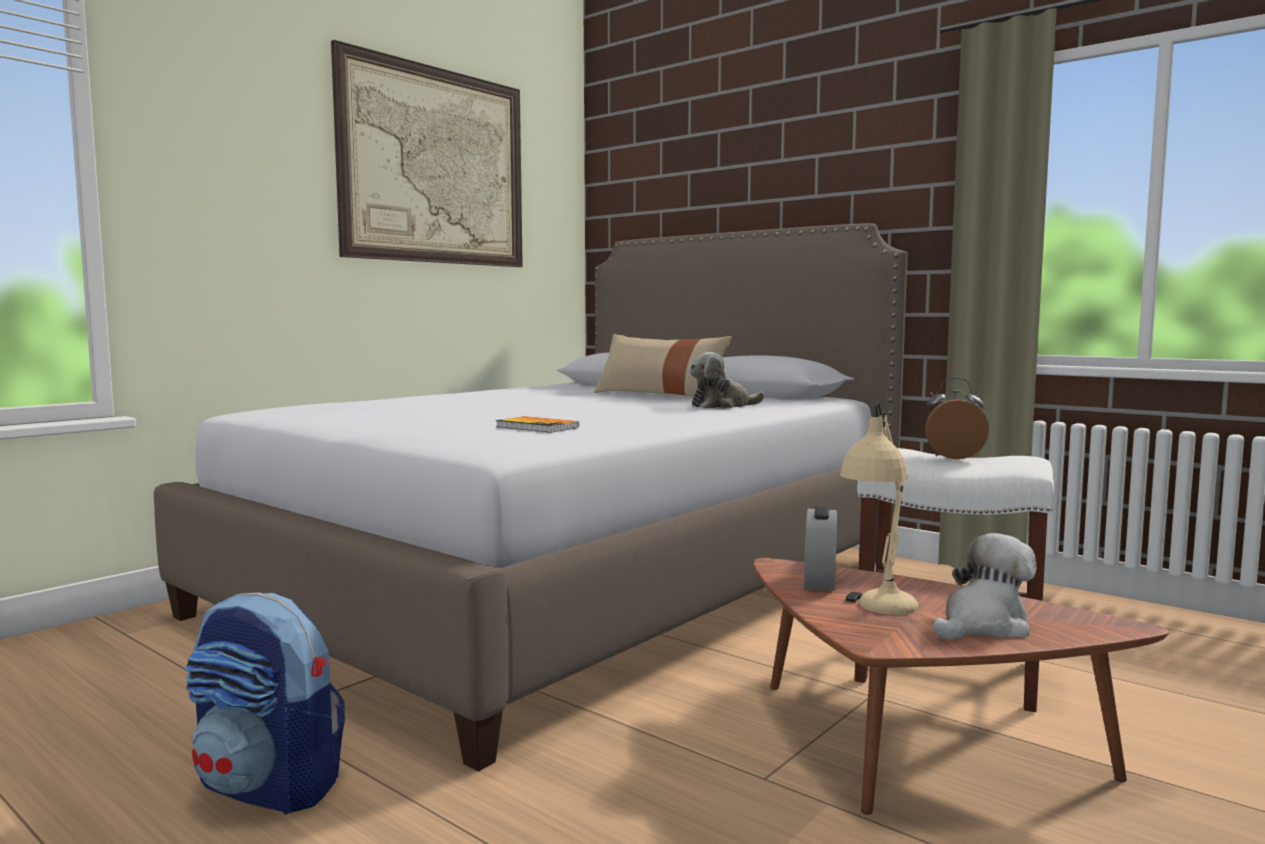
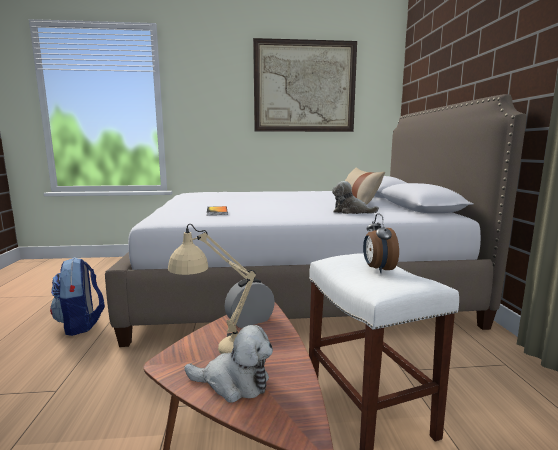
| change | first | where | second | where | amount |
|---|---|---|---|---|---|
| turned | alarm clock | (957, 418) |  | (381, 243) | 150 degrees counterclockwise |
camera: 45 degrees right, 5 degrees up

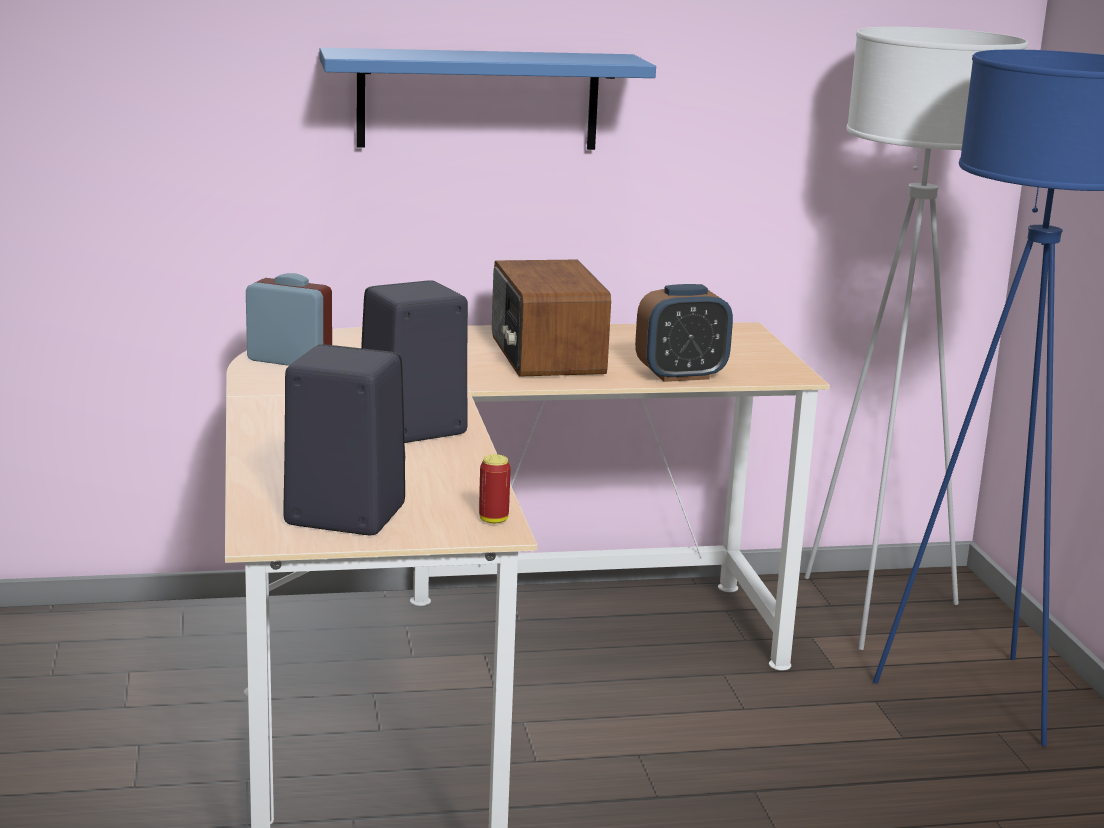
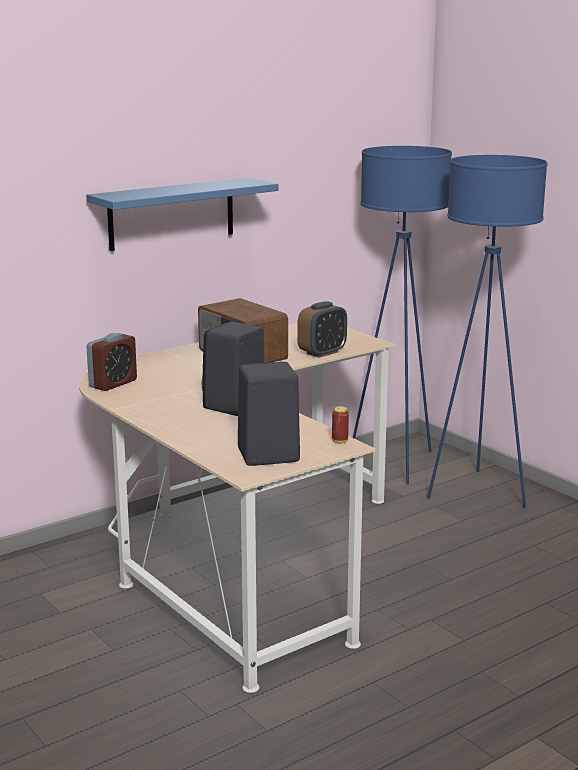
| change | first | where | second | where | amount |
|---|---|---|---|---|---|
| recoloured | white floor lamp | (916, 338) | blue floor lamp | (402, 315) |  |
| turned | alarm clock | (289, 319) |  | (111, 362) | 135 degrees clockwise |
camera: 25 degrees left, 0 degrees up

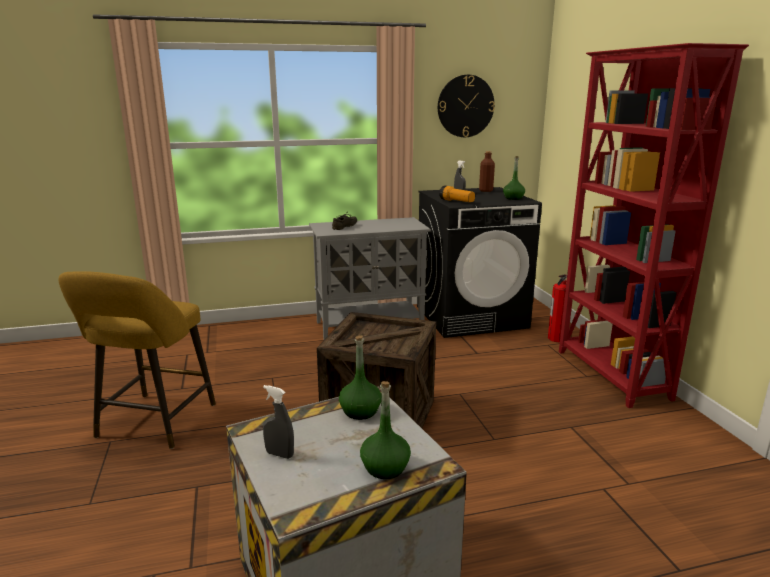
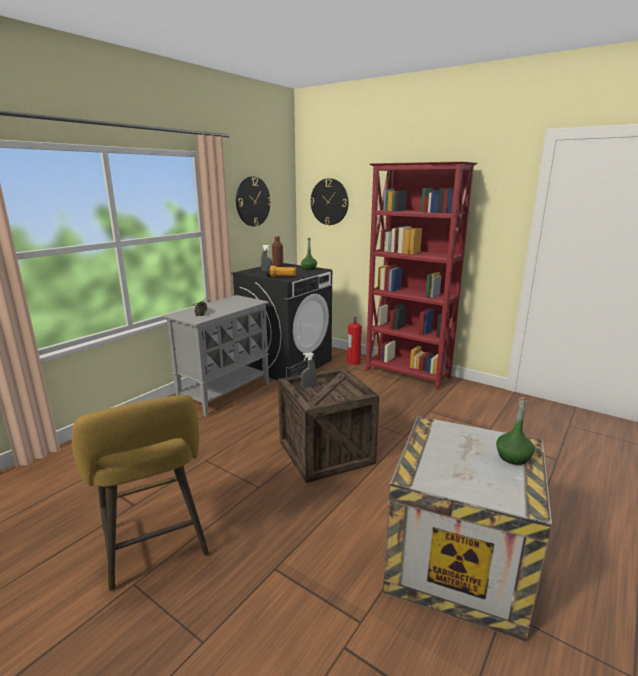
| change | first | where | second | where | amount |
|---|---|---|---|---|---|
| removed | green bottle | (360, 377) |  |  |  |
| moved | grey spray bottle | (278, 422) |  | (309, 370) |  |
| added |  |  | wall clock | (329, 201) |  |
camera: 40 degrees left, 0 degrees up

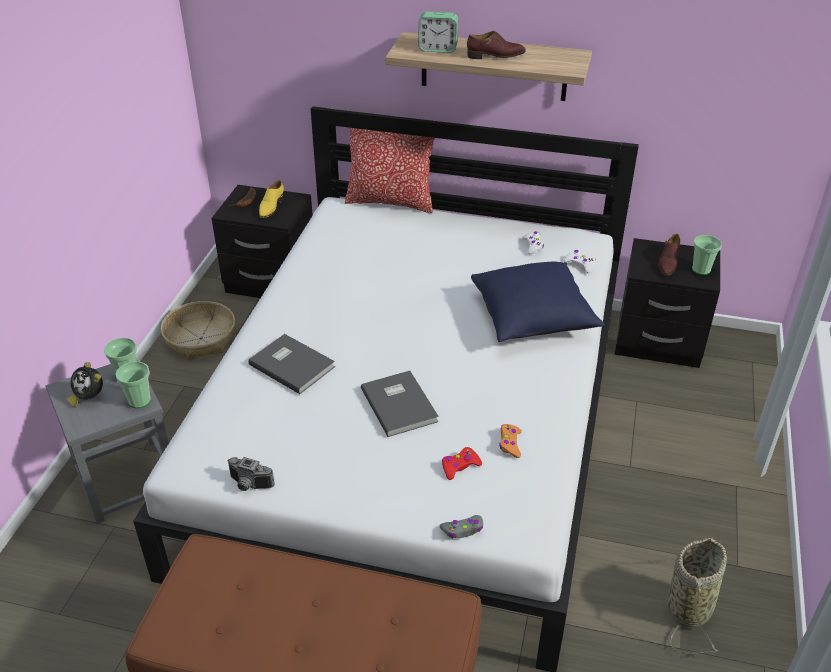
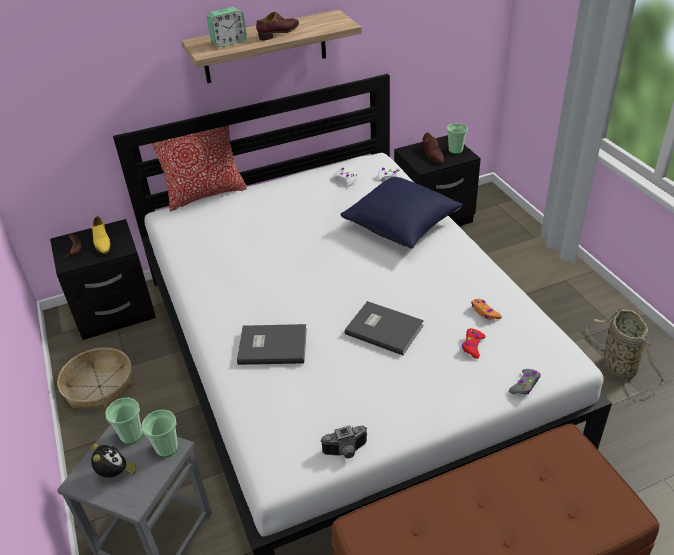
| change | first | where | second | where | amount |
|---|---|---|---|---|---|
| turned | alarm clock | (85, 384) |  | (114, 461) | 120 degrees counterclockwise |
camera: 35 degrees left, 0 degrees up

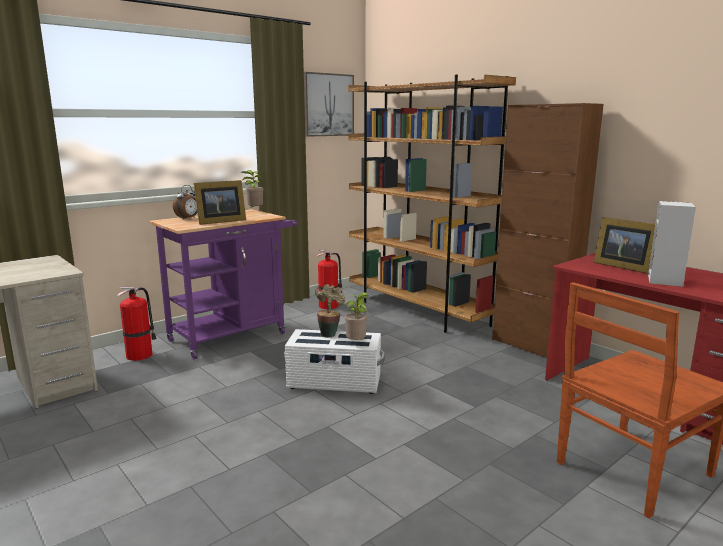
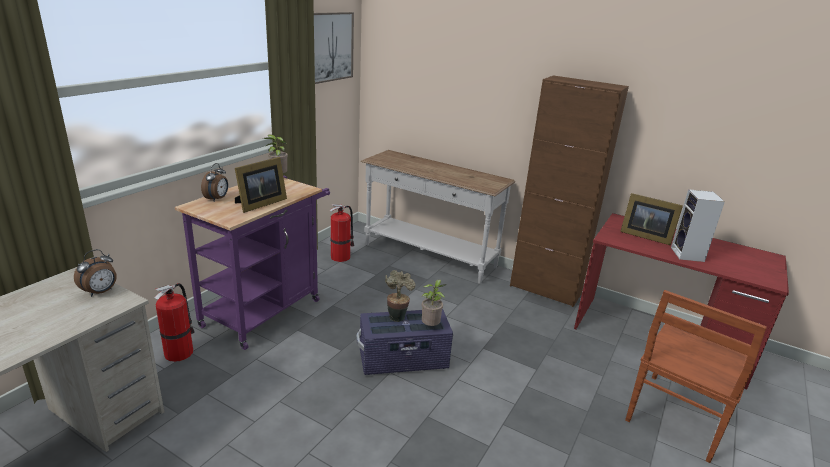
| change | first | where | second | where | amount |
|---|---|---|---|---|---|
| replaced | brown bookcase | (432, 204) | white console table | (438, 217) |  |
| recoloured | white storage box | (334, 361) | purple storage box | (404, 342) |  |
| added |  |  | alarm clock | (95, 273) |  |
camera: 20 degrees left, 10 degrees up

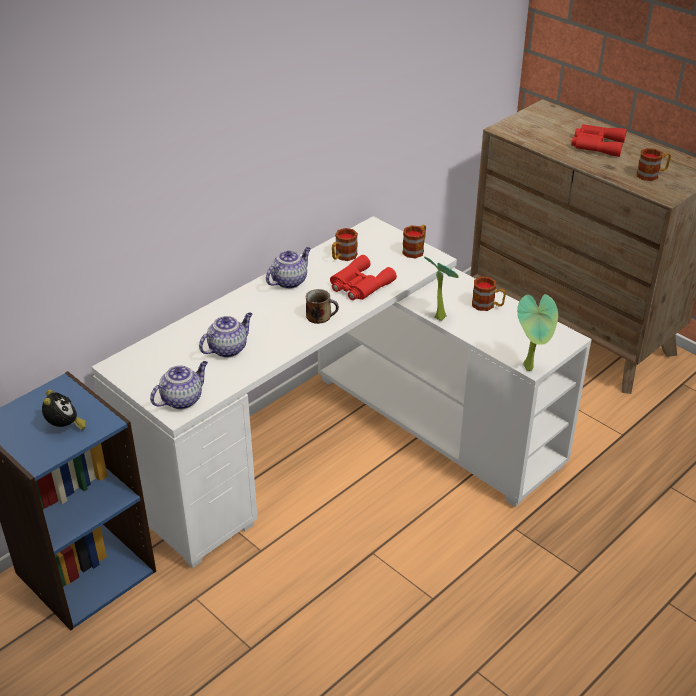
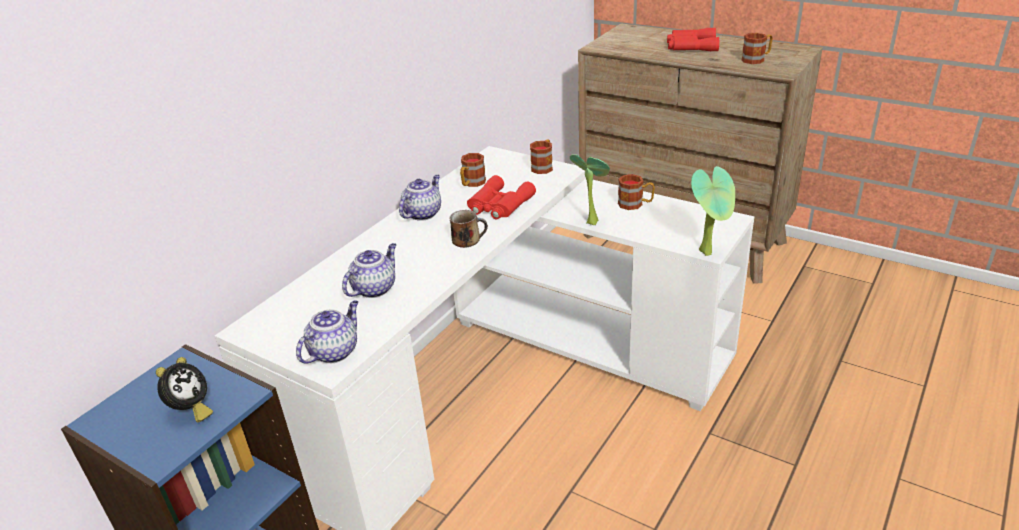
| change | first | where | second | where | amount |
|---|---|---|---|---|---|
| turned | alarm clock | (64, 409) |  | (184, 389) | 45 degrees clockwise |
camera: 10 degrees left, 5 degrees down

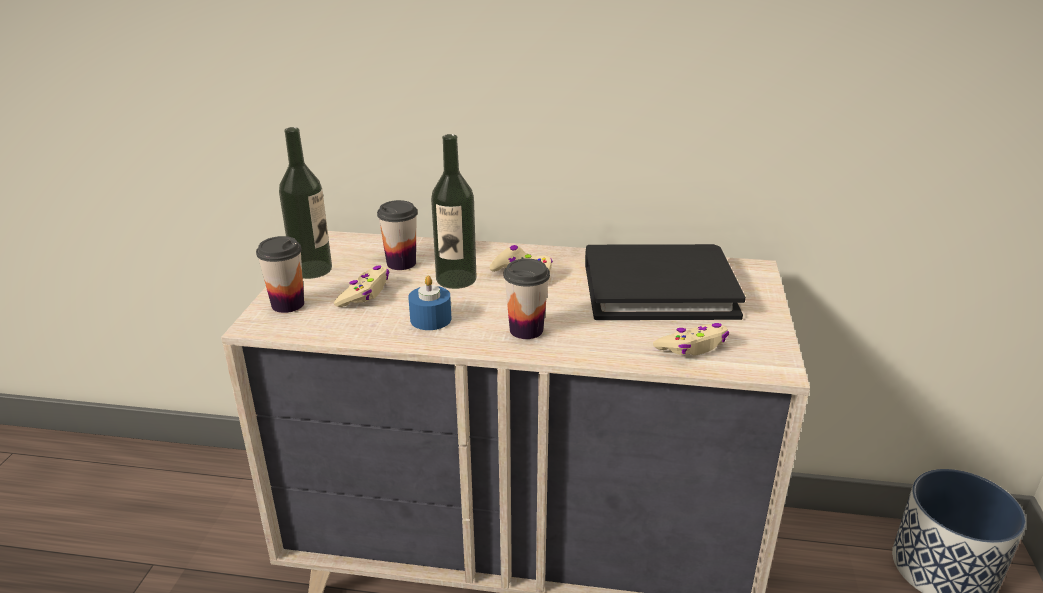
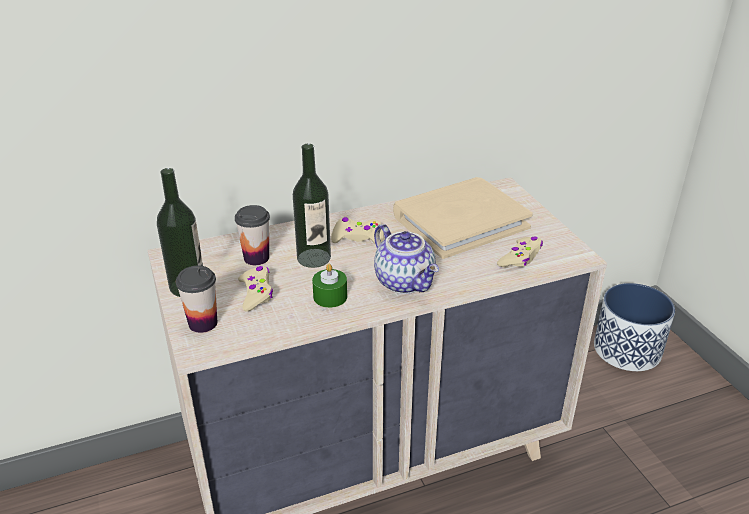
| change | first | where | second | where | amount |
|---|---|---|---|---|---|
| recoloured | black book | (665, 282) | beige book | (463, 218) |  |
| replaced | cup | (526, 299) | teapot | (406, 259) |  |
| recoloured | blue candle | (429, 303) | green candle | (329, 286) |  |
camera: 30 degrees left, 5 degrees up

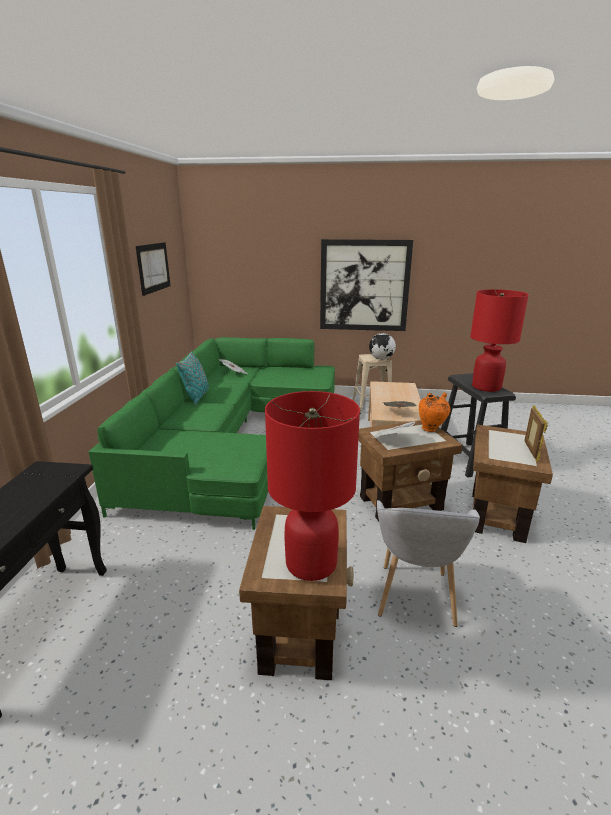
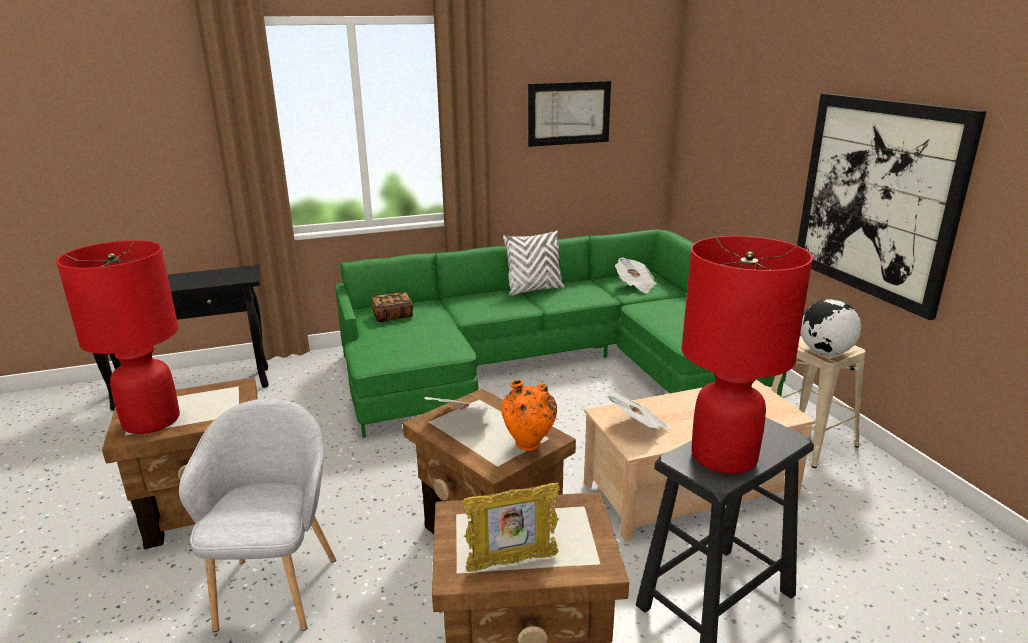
| change | first | where | second | where | amount |
|---|---|---|---|---|---|
| recoloured | turquoise pillow | (192, 378) | white pillow | (534, 263) |  |
| turned | grey armchair | (428, 563) |  | (257, 515) | 105 degrees clockwise |
| added |  |  | book | (392, 307) |  |
camera: 65 degrees right, 0 degrees up

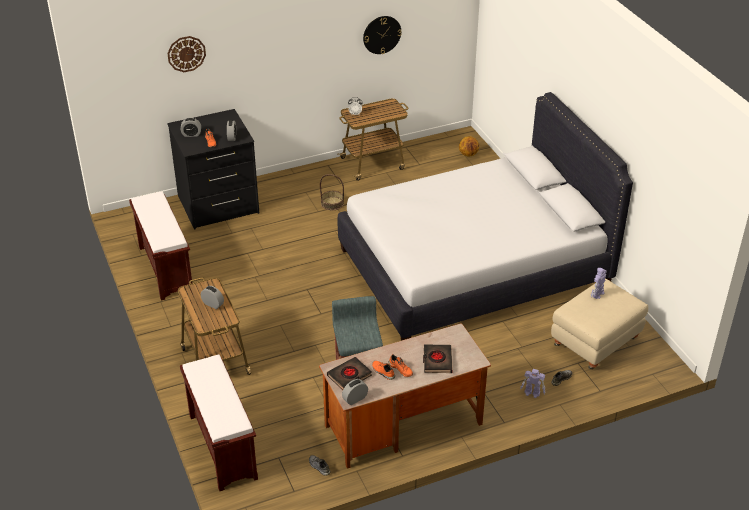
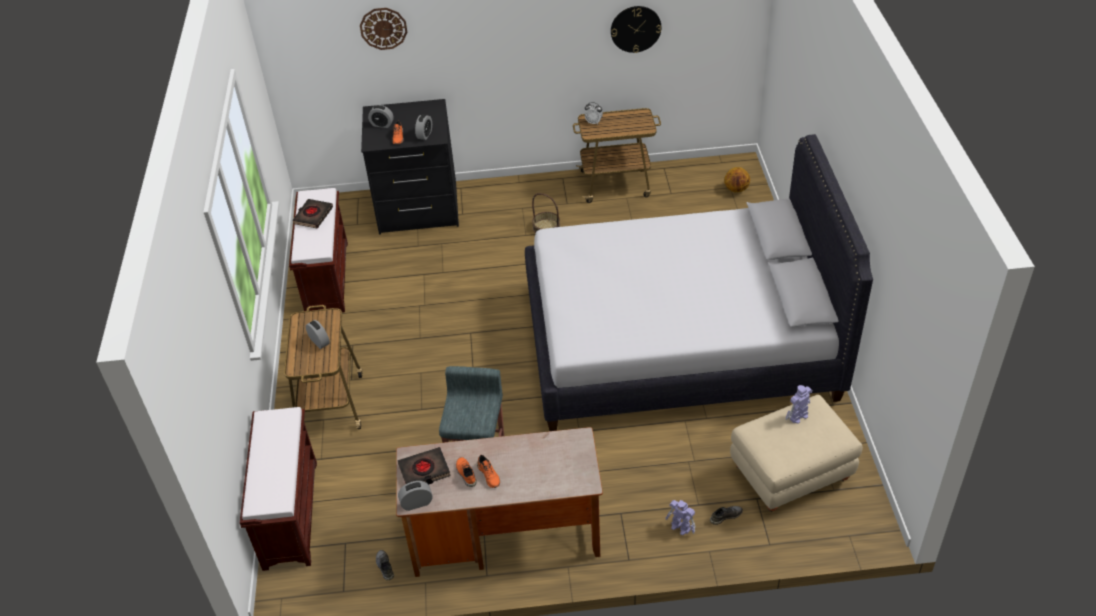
| change | first | where | second | where | amount |
|---|---|---|---|---|---|
| moved | black book | (438, 359) |  | (313, 213) |  |
camera: 20 degrees right, 5 degrees up

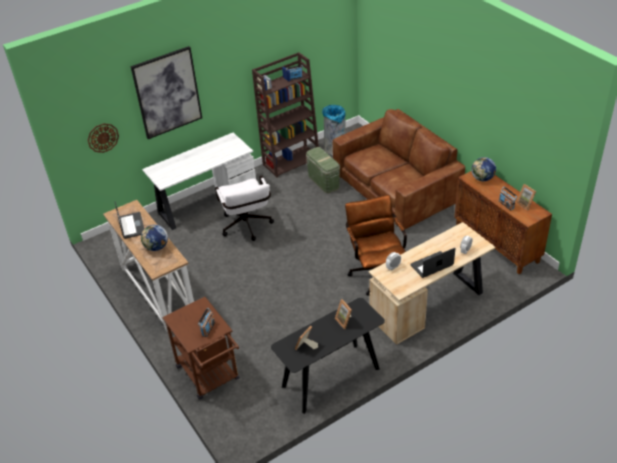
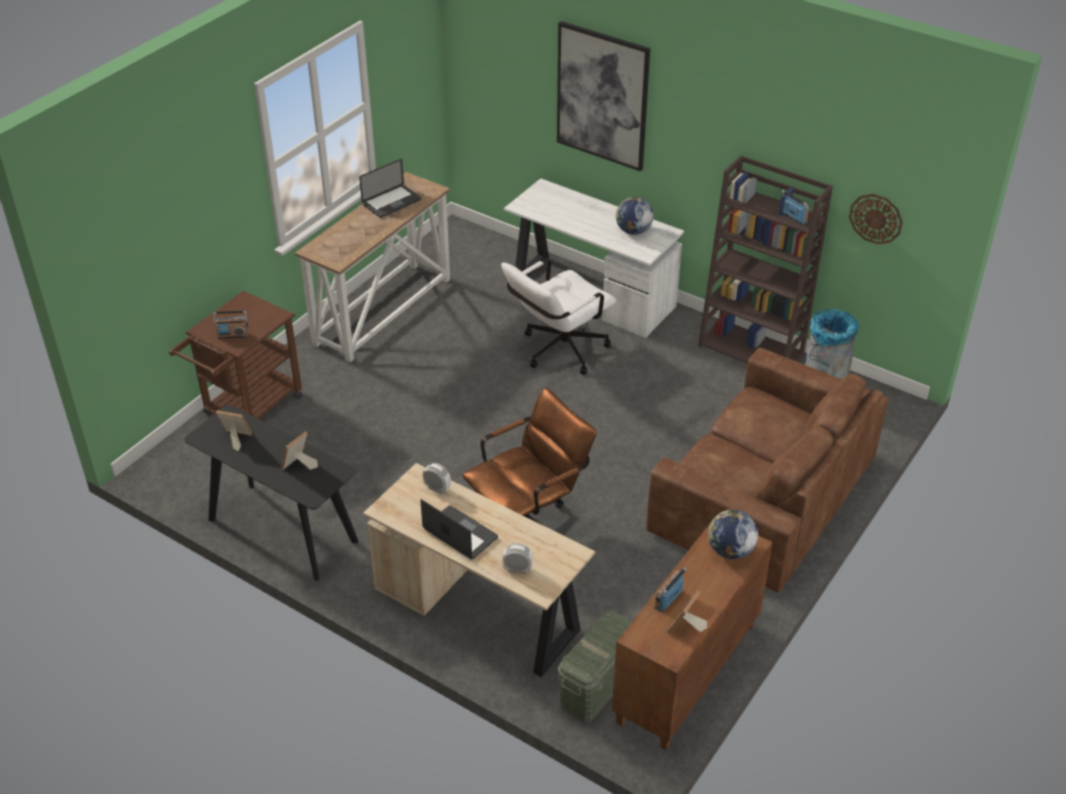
| change | first | where | second | where | amount |
|---|---|---|---|---|---|
| moved | wall clock | (103, 138) |  | (876, 219) |  |
| moved | green storage box | (323, 170) |  | (595, 666) |  |
| moved | globe | (154, 238) |  | (635, 216) |  |
camera: 65 degrees right, 0 degrees up

